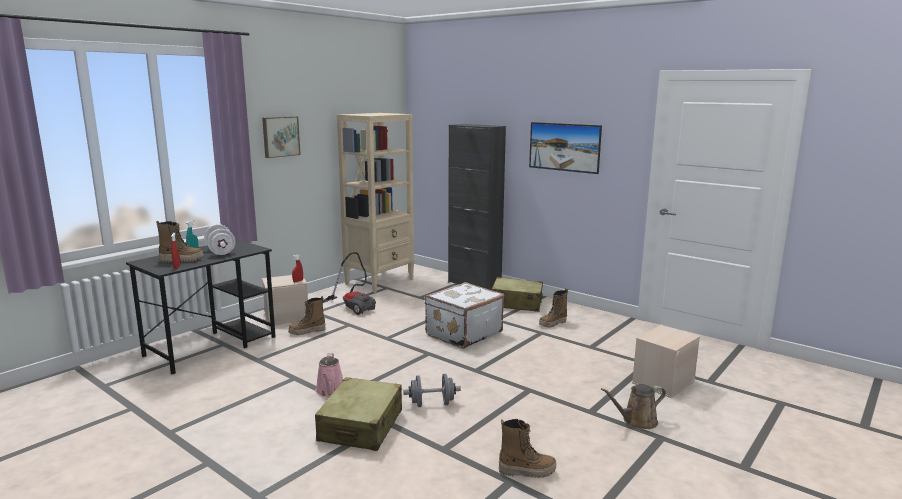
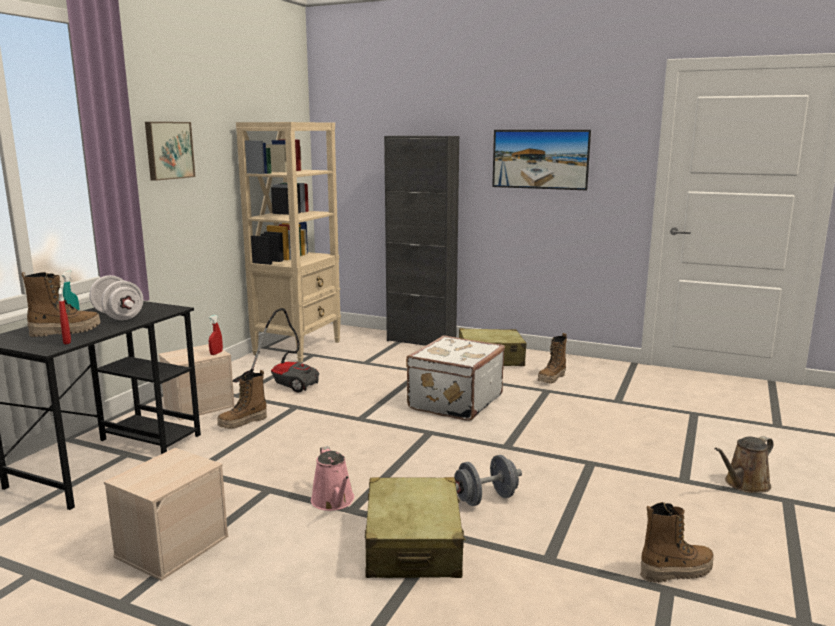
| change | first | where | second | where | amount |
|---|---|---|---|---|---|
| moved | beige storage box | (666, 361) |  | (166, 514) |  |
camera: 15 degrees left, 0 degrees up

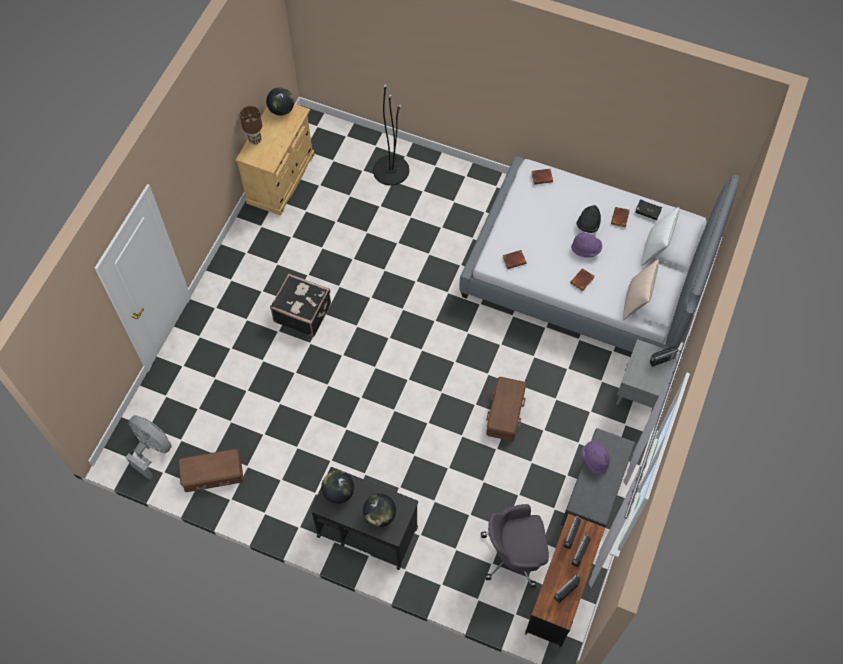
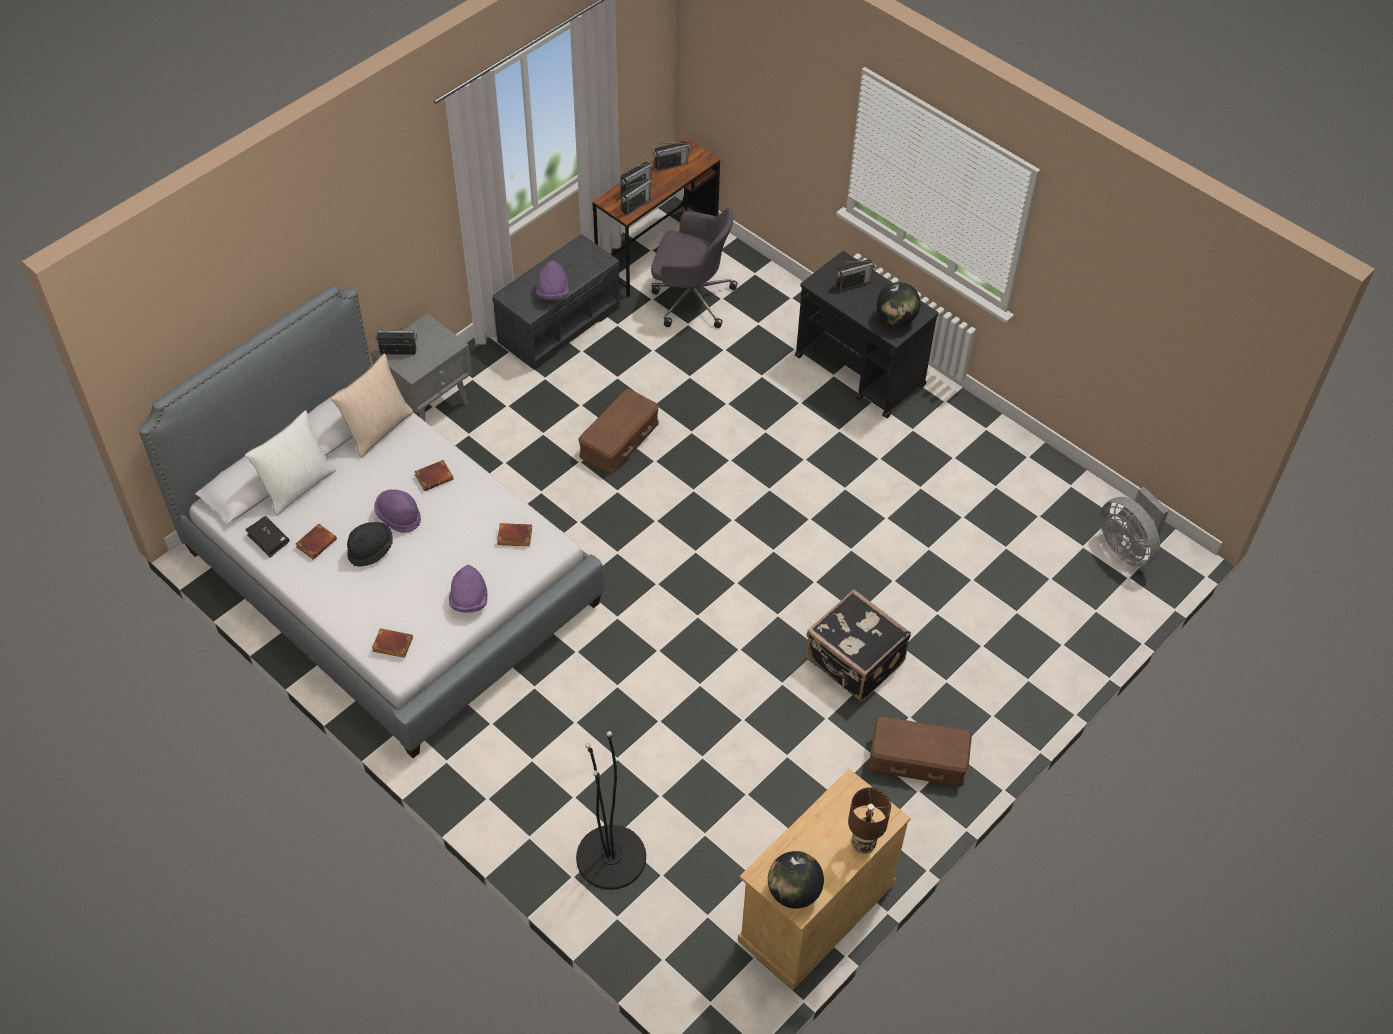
| change | first | where | second | where | amount |
|---|---|---|---|---|---|
| moved | brown storage box | (211, 470) |  | (920, 751) |  |
| replaced | globe | (379, 510) | radio | (855, 275) |  |
| added |  |  | purple hat | (468, 589) |  |
camera: 160 degrees left, 10 degrees down

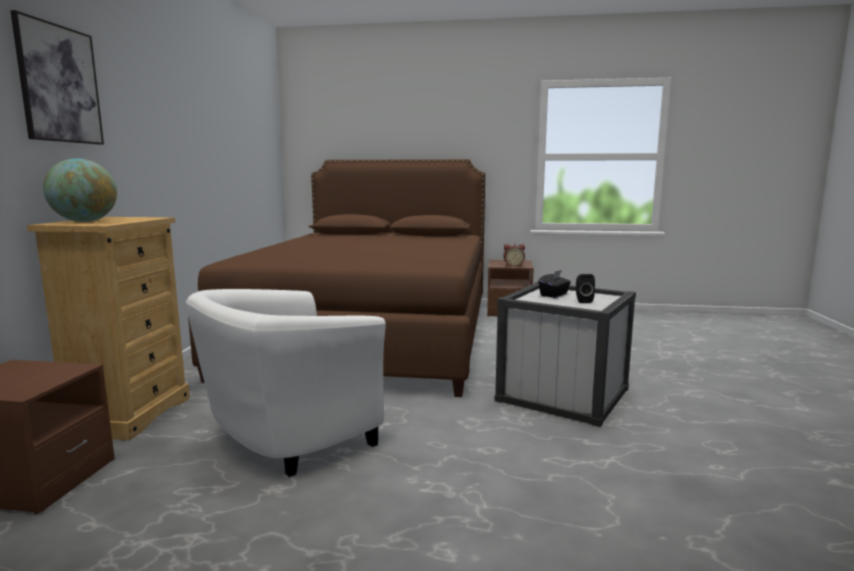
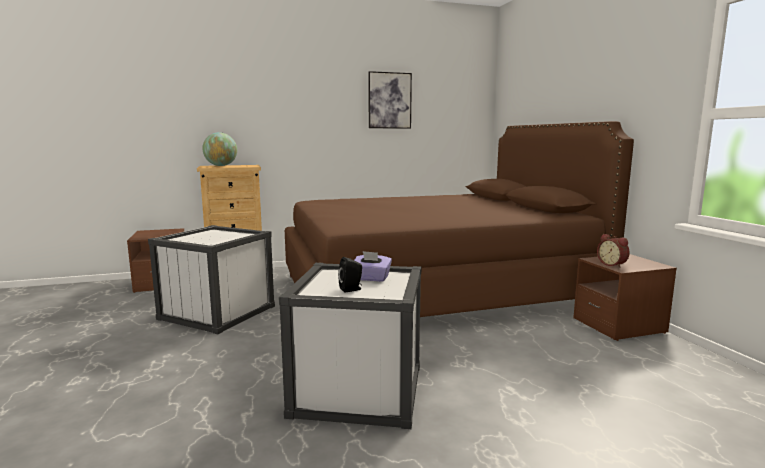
| change | first | where | second | where | amount |
|---|---|---|---|---|---|
| moved | picture | (57, 77) |  | (390, 100) |  |
| recoloured | black tissue box | (555, 284) | purple tissue box | (373, 266) |  |
| replaced | white armchair | (286, 383) | white storage box | (211, 279) |  |
camera: 65 degrees right, 0 degrees up

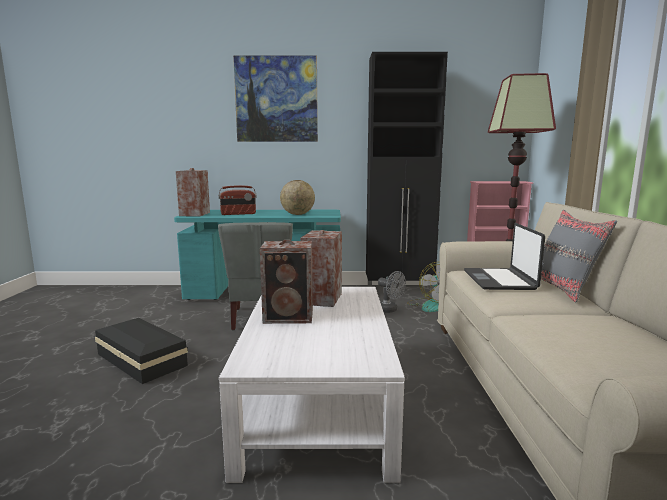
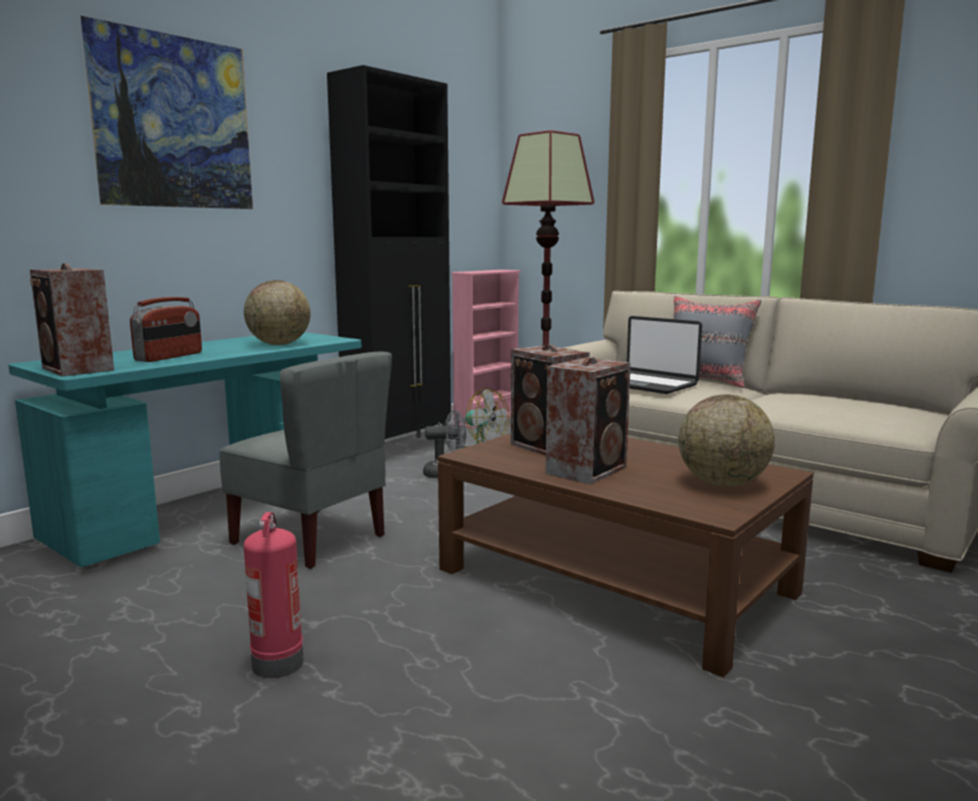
| change | first | where | second | where | amount |
|---|---|---|---|---|---|
| recoloured | white coffee table | (312, 385) | brown coffee table | (626, 555) |  |
| replaced | black storage box | (141, 351) | fire extinguisher | (273, 595) |  |
| added |  |  | globe | (726, 440) |  |
camera: 50 degrees left, 0 degrees up

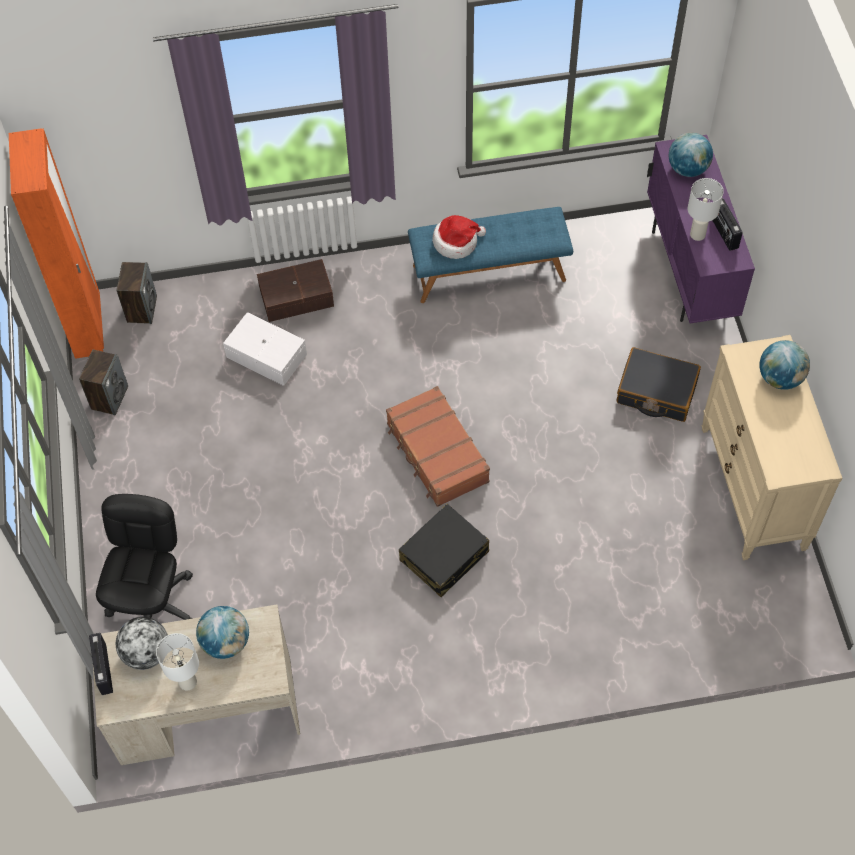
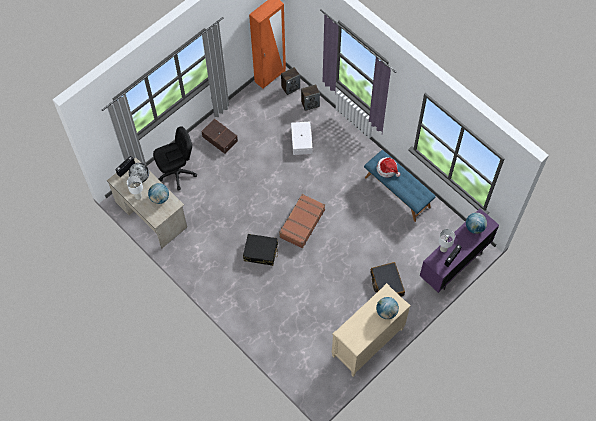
| change | first | where | second | where | amount |
|---|---|---|---|---|---|
| moved | brown storage box | (295, 290) |  | (219, 136) |  |
| moved | speaker | (103, 382) |  | (310, 97) |  |
camera: 55 degrees right, 5 degrees up

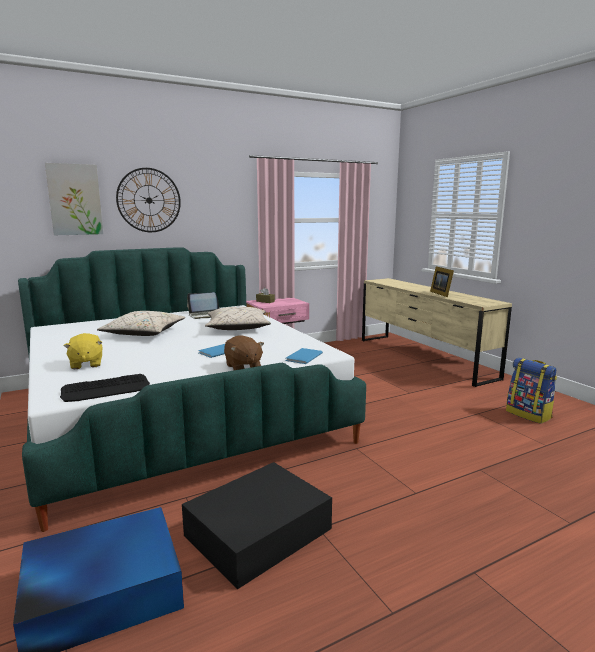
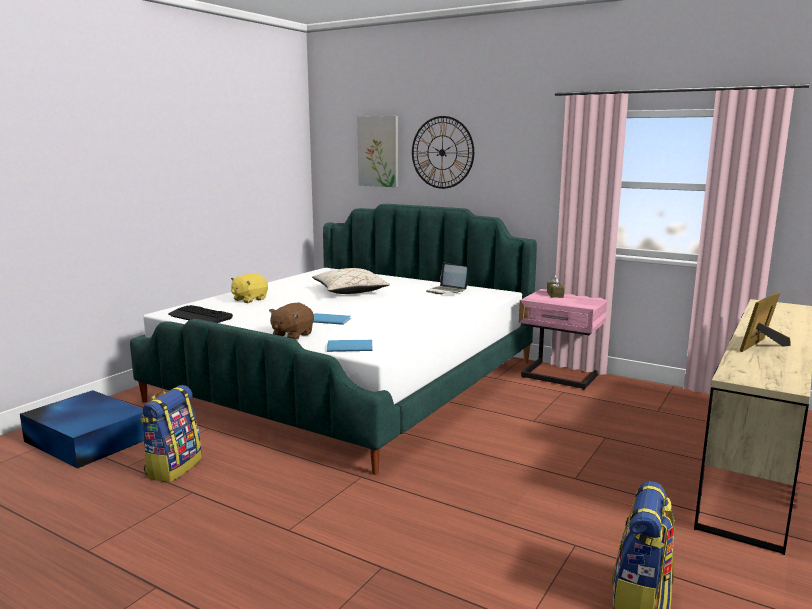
| change | first | where | second | where | amount |
|---|---|---|---|---|---|
| removed | beige pillow | (238, 318) |  |  |  |
| replaced | black storage box | (257, 525) | backpack | (171, 433) |  |
camera: 60 degrees right, 0 degrees up

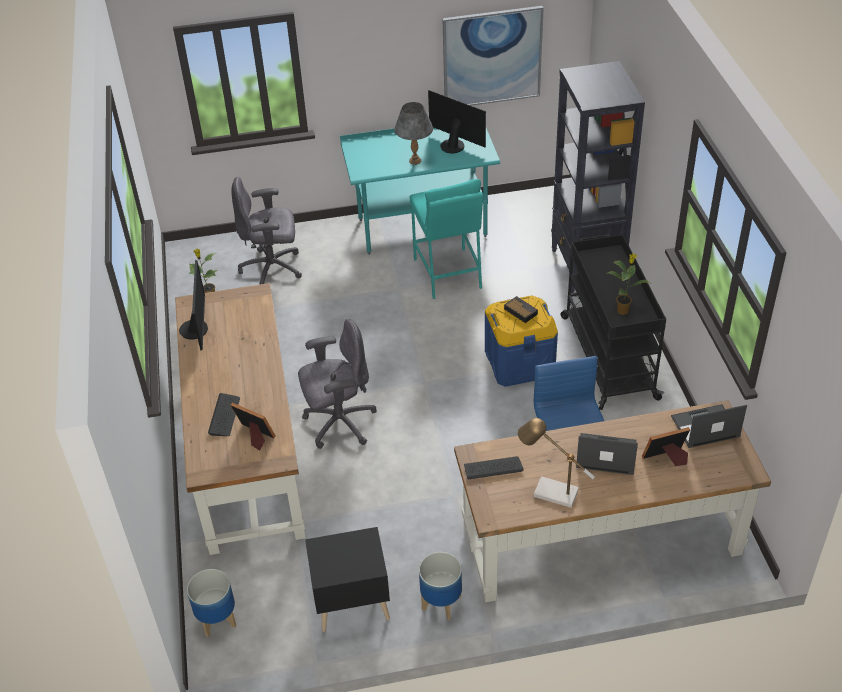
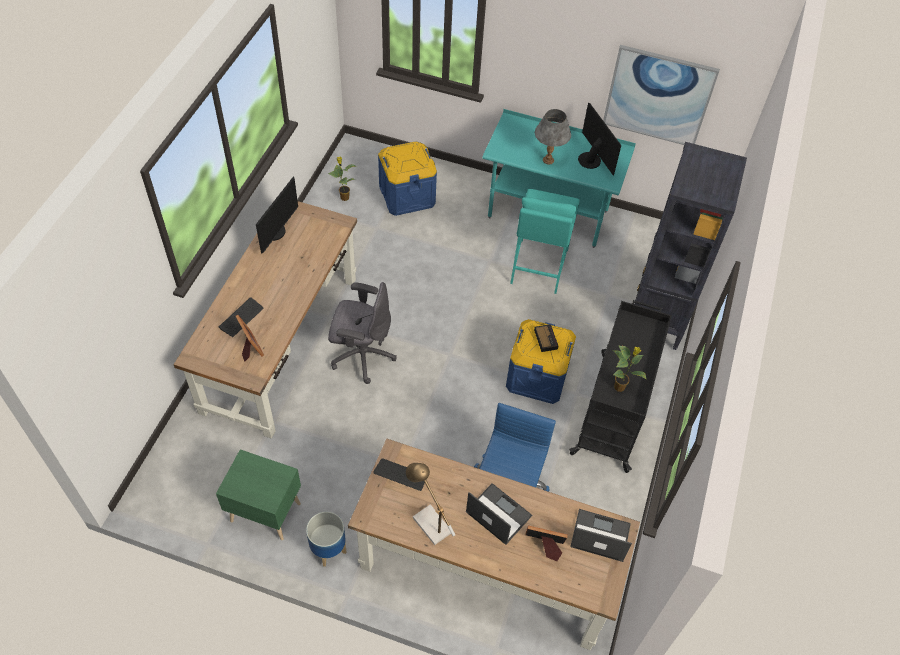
| change | first | where | second | where | amount |
|---|---|---|---|---|---|
| replaced | grey office chair | (266, 231) | blue storage box | (407, 178) |  |
| recoloured | black nightstand | (347, 579) | green nightstand | (258, 494) |  |
| removed | planter | (211, 603) |  |  |  |
camera: 25 degrees right, 10 degrees up

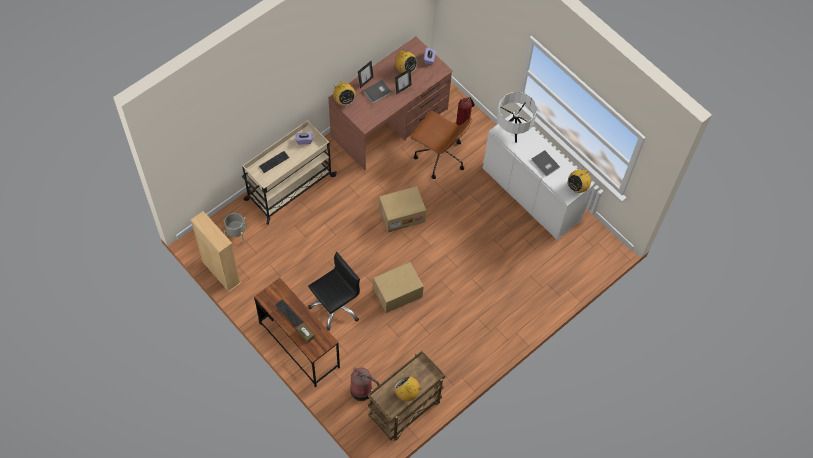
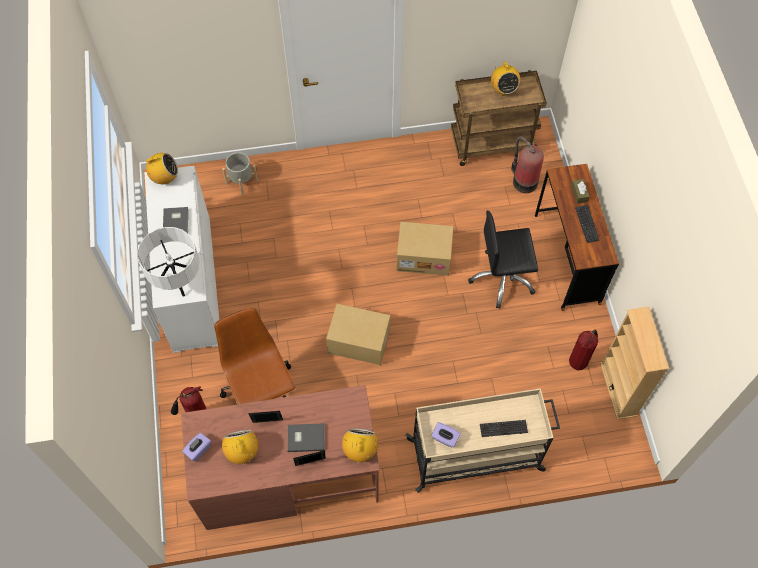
| change | first | where | second | where | amount |
|---|---|---|---|---|---|
| moved | grey planter | (235, 228) |  | (240, 173) |  |
| added |  |  | fire extinguisher | (583, 350) |  |
camera: 145 degrees left, 0 degrees up

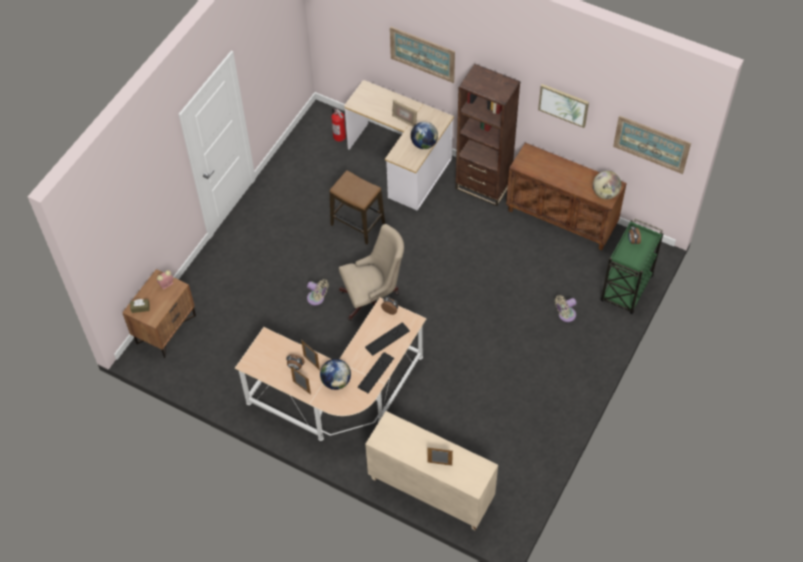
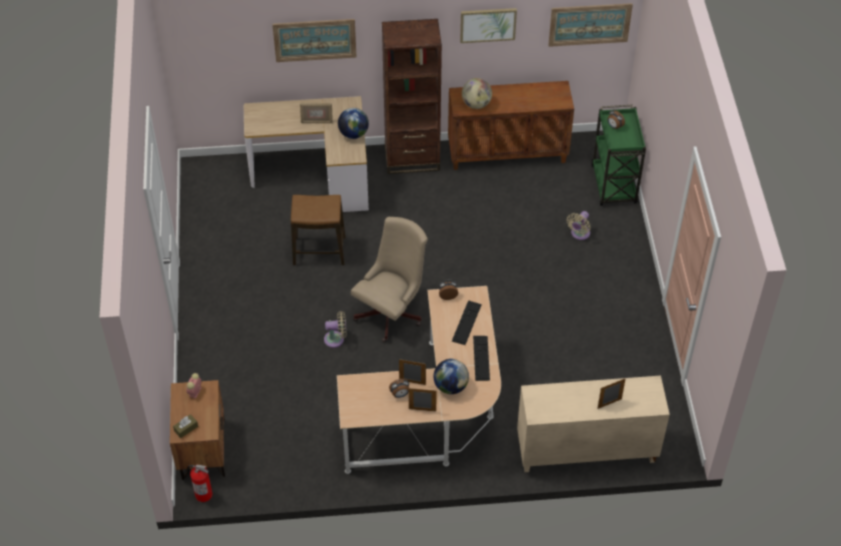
| change | first | where | second | where | amount |
|---|---|---|---|---|---|
| moved | fire extinguisher | (338, 124) |  | (199, 483) |  |
| moved | globe | (607, 185) |  | (477, 93) |  |
camera: 35 degrees left, 5 degrees down

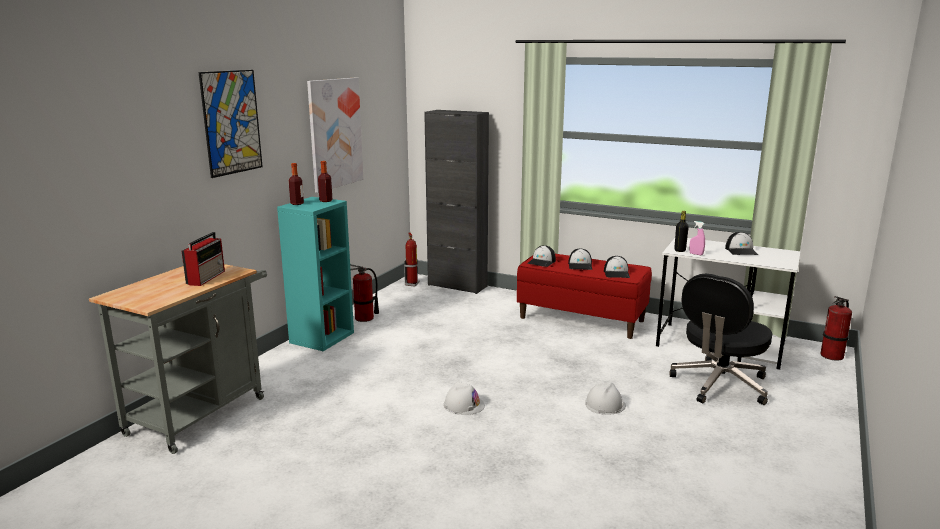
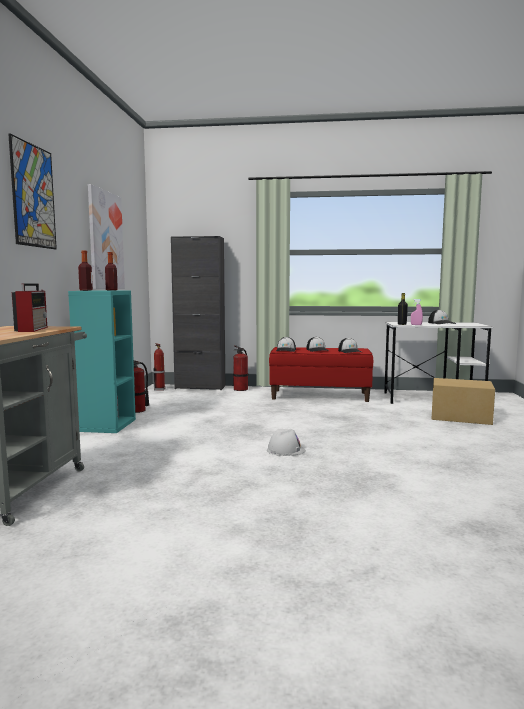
| change | first | where | second | where | amount |
|---|---|---|---|---|---|
| replaced | black office chair | (721, 339) | cardboard box | (463, 401) |  |
| moved | fire extinguisher | (836, 328) |  | (240, 368) |  |
| removed | white hard hat | (605, 398) |  |  |  |
camera: 20 degrees left, 10 degrees down

